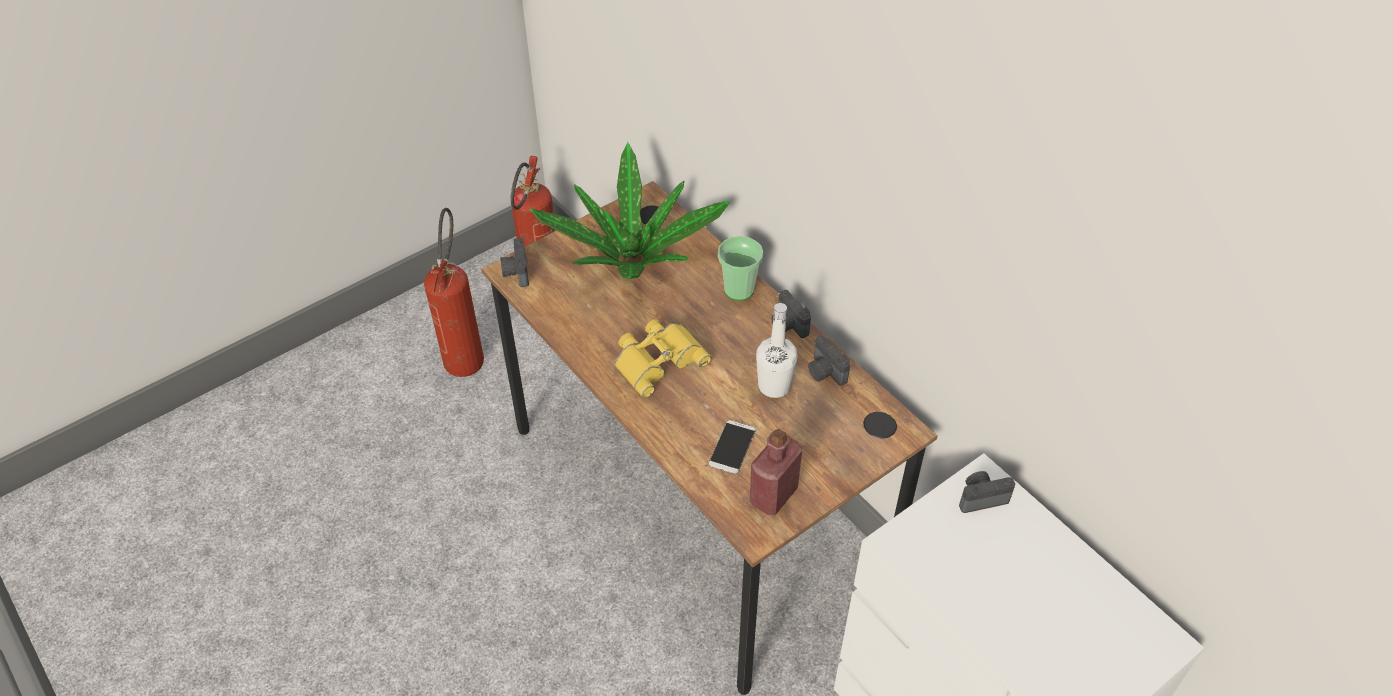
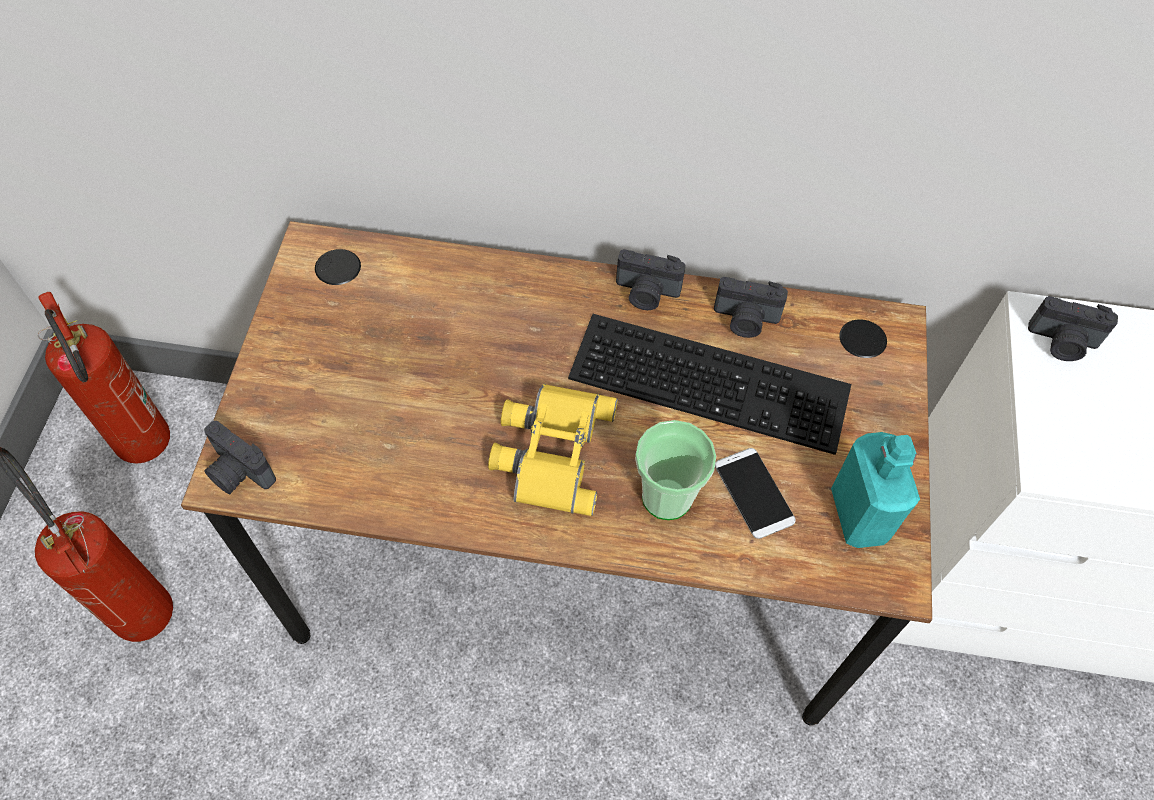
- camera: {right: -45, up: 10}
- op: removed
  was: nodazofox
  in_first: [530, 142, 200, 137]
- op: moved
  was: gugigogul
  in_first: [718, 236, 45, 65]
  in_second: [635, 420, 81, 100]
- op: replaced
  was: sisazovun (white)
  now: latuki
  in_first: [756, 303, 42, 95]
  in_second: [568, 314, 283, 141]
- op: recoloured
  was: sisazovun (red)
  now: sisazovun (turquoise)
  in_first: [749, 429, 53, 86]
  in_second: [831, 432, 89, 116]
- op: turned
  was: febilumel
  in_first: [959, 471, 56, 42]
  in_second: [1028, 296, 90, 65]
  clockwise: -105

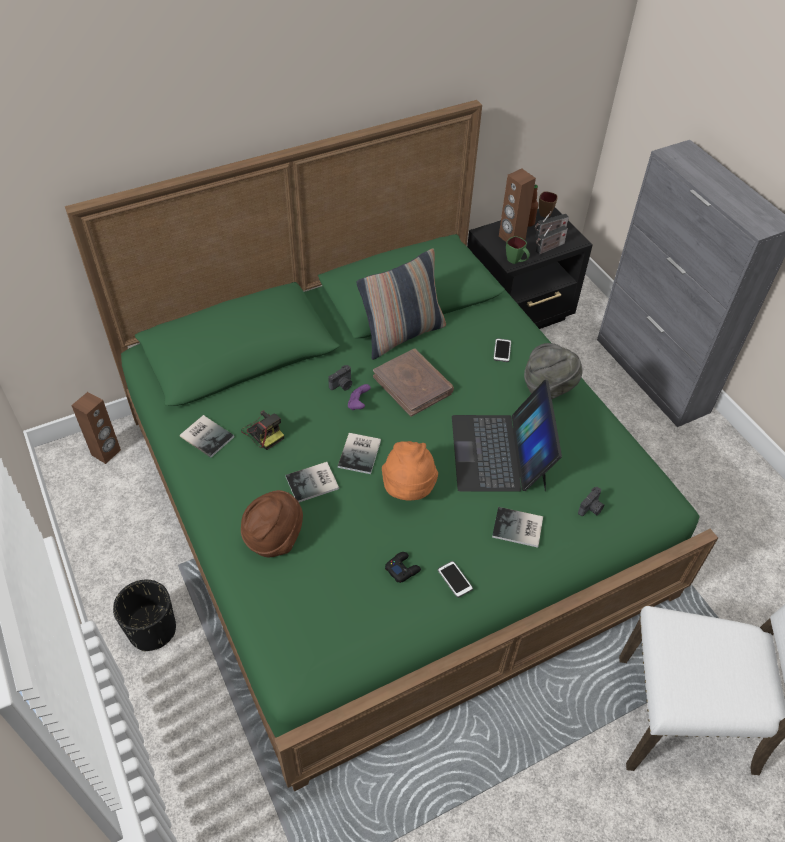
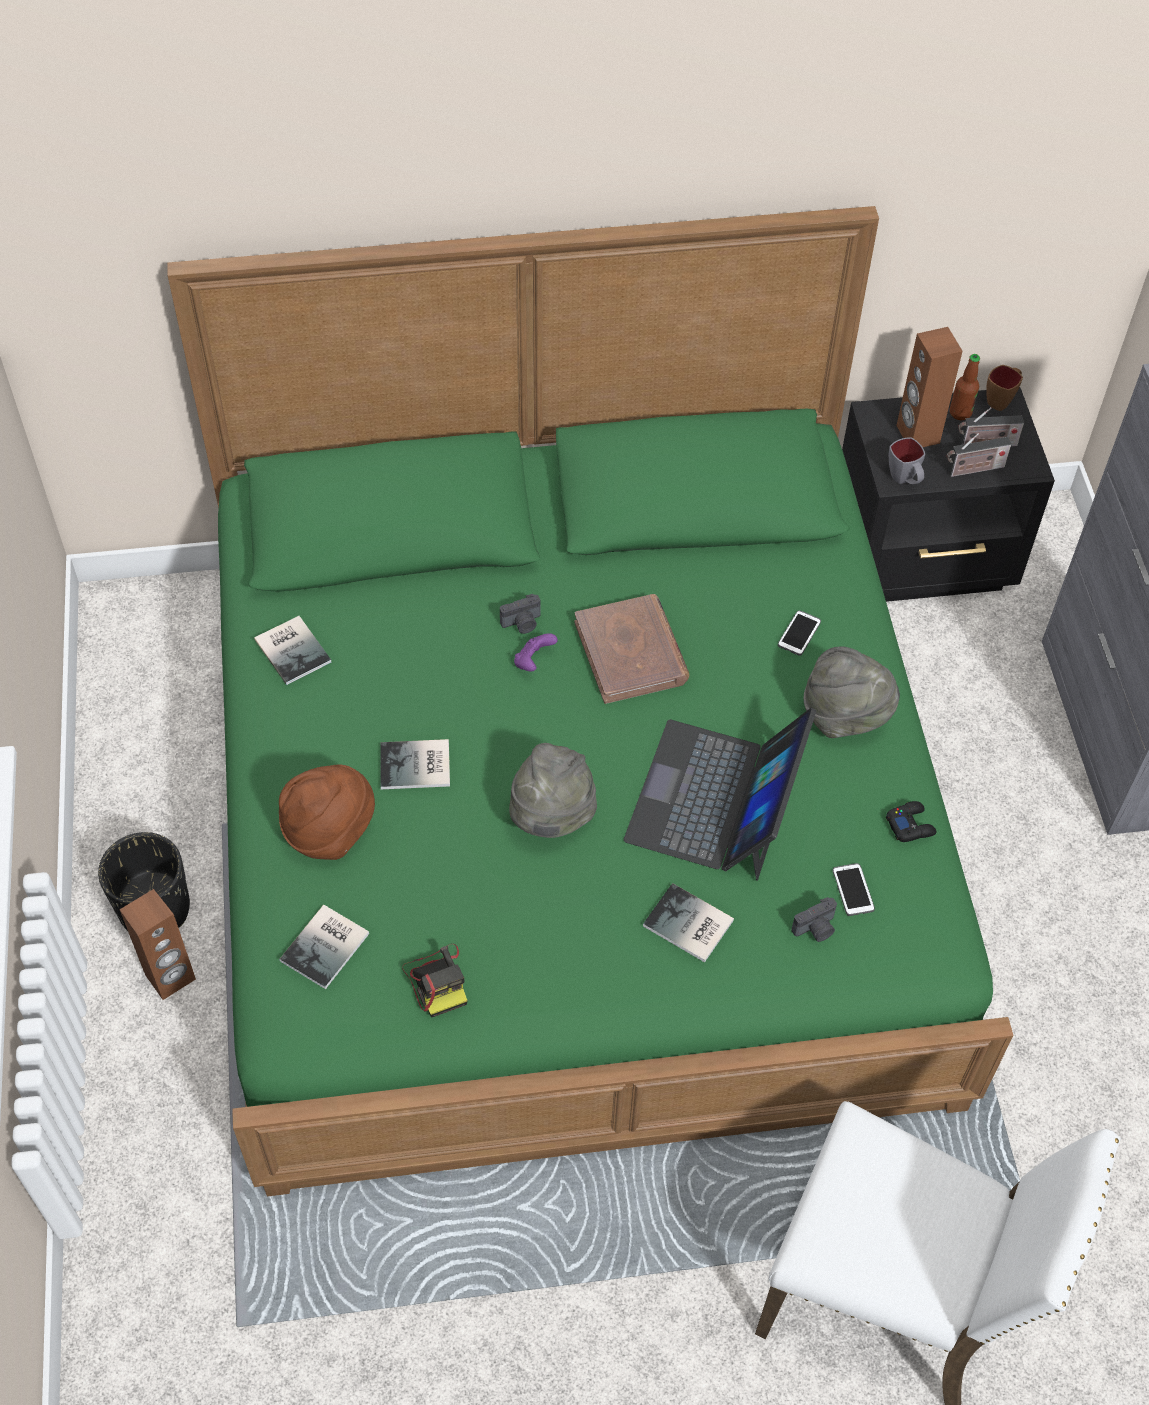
- camera: {right: 20, up: 5}
- op: removed
  was: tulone
  in_first: [357, 248, 89, 112]
- op: moved
  was: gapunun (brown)
  in_first: [71, 392, 50, 72]
  in_second: [119, 889, 77, 111]
- op: moved
  was: febilumel
  in_first: [241, 410, 43, 40]
  in_second: [402, 944, 66, 74]
- op: moved
  was: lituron
  in_first: [337, 433, 44, 41]
  in_second: [279, 905, 90, 84]
- op: moved
  was: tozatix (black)
  in_first: [385, 552, 36, 31]
  in_second: [886, 801, 51, 41]
- op: moved
  was: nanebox
  in_first: [438, 561, 35, 37]
  in_second: [833, 863, 42, 53]
- op: recoloured
  was: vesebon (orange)
  now: vesebon (grey)
  in_first: [382, 441, 56, 60]
  in_second: [509, 743, 88, 95]
- op: recoloured
  was: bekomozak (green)
  now: bekomozak (grey)
  in_first: [506, 236, 24, 28]
  in_second: [889, 437, 36, 47]

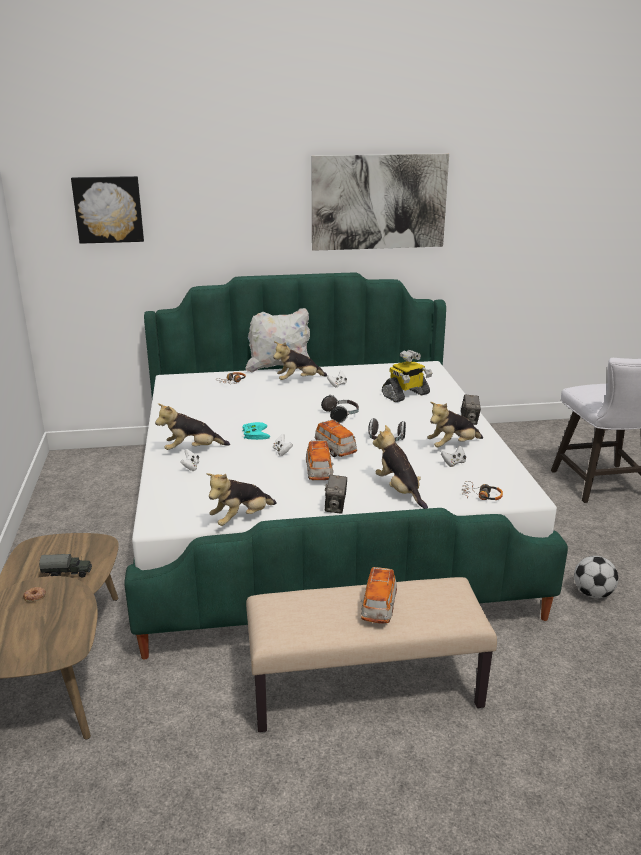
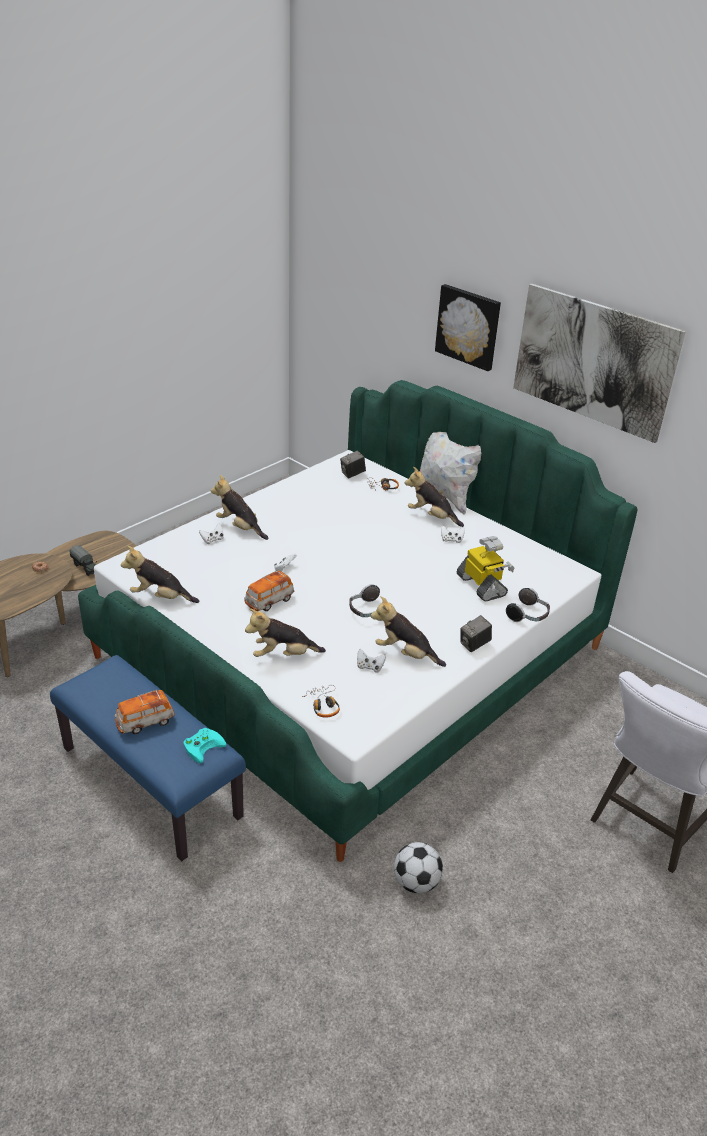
- camera: {right: 50, up: 10}
- op: removed
  was: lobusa
  in_first: [314, 419, 43, 38]
- op: moved
  was: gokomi
  in_first: [71, 176, 73, 68]
  in_second: [435, 284, 66, 87]
- op: moved
  was: tozatix (turquoise)
  in_first: [242, 422, 28, 18]
  in_second: [183, 728, 43, 35]
- op: moved
  was: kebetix
  in_first: [321, 395, 38, 28]
  in_second: [506, 588, 44, 34]
- op: moved
  was: febilumel
  in_first: [325, 475, 22, 39]
  in_second: [340, 450, 26, 29]
- op: recoloured
  was: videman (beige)
  now: videman (blue)
  in_first: [246, 577, 251, 155]
  in_second: [50, 655, 196, 206]
- op: turned
  was: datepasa
  in_first: [373, 425, 55, 84]
  in_second: [245, 608, 81, 49]
  clockwise: -120
- op: turned
  was: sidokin
  in_first: [382, 350, 50, 52]
  in_second: [457, 536, 58, 66]
  clockwise: -135

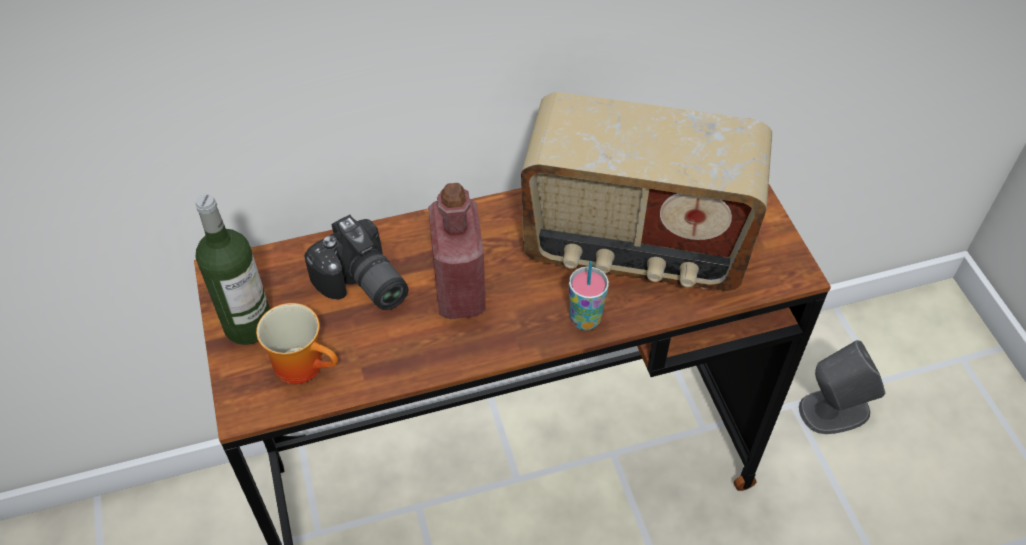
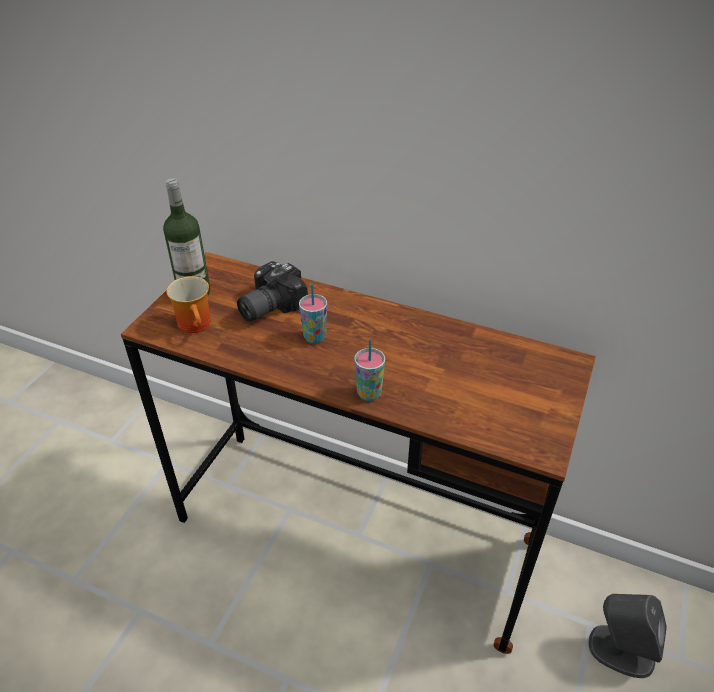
- camera: {right: 40, up: -10}
- op: removed
  was: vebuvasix
  in_first: [521, 92, 251, 199]
- op: replaced
  was: sisazovun (red)
  now: gugigogul
  in_first: [428, 183, 58, 136]
  in_second: [299, 284, 28, 60]
- op: turned
  was: febilumel
  in_first: [304, 215, 104, 95]
  in_second: [237, 261, 71, 61]
  clockwise: 45

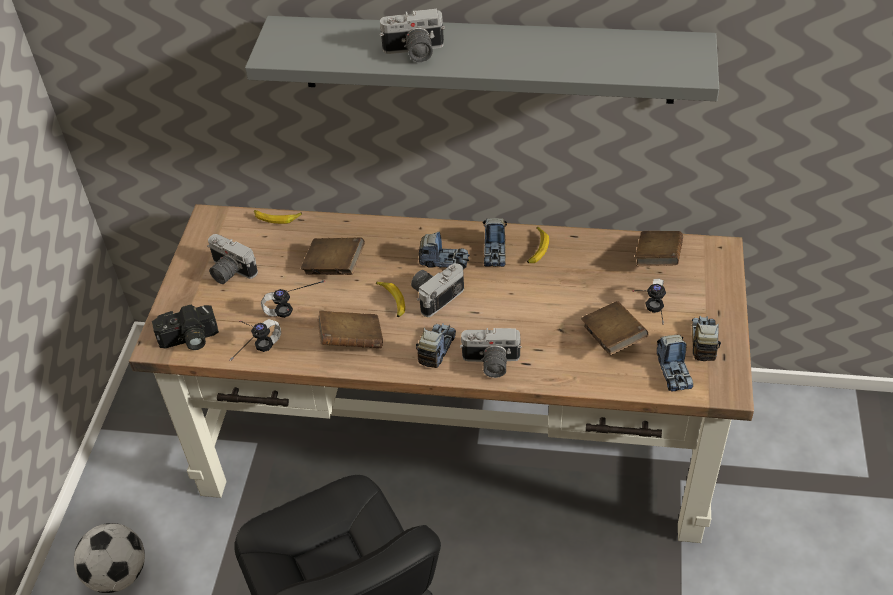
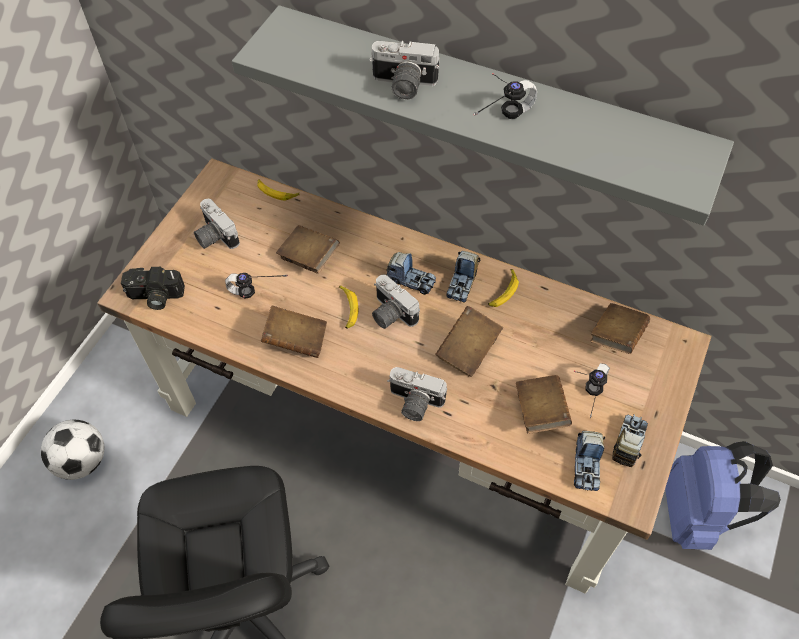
- camera: {right: 15, up: 10}
- op: removed
  was: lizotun
  in_first: [416, 323, 40, 45]
- op: added
  now: lituron (brown)
  in_second: [435, 306, 68, 71]
- op: added
  now: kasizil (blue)
  in_second: [665, 441, 116, 109]
- op: moved
  was: kebetix
  in_first: [229, 319, 52, 42]
  in_second: [473, 73, 64, 46]
- op: turned
  was: febilumel
  in_first: [411, 263, 53, 54]
  in_second: [372, 275, 48, 54]
  clockwise: -105

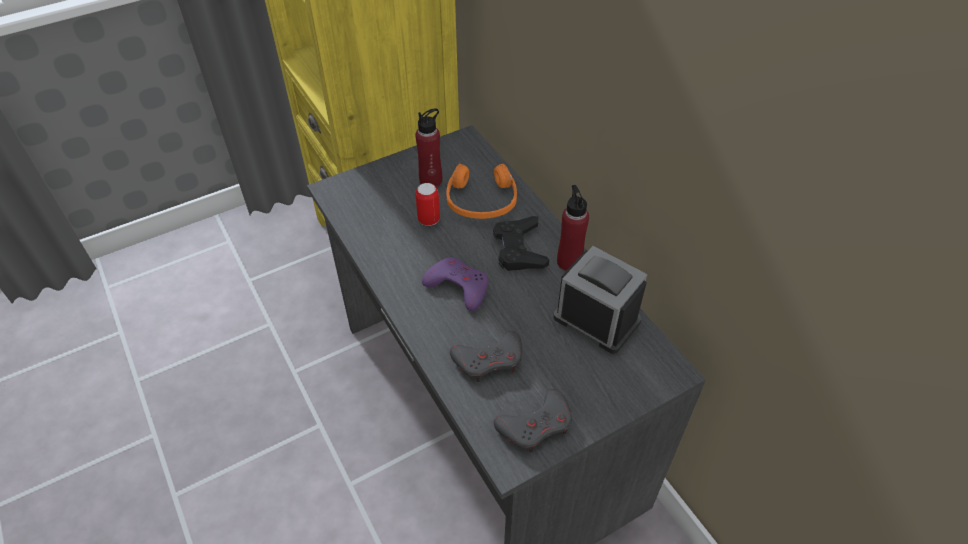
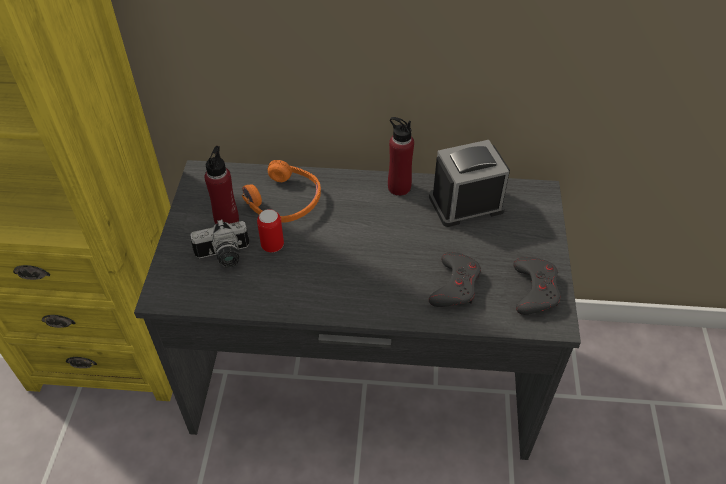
- camera: {right: -55, up: 0}
- op: removed
  was: tozatix (purple)
  in_first: [422, 257, 66, 54]
- op: removed
  was: tozatix (black)
  in_first: [493, 216, 56, 55]
- op: added
  now: febilumel
  in_second: [190, 219, 59, 49]

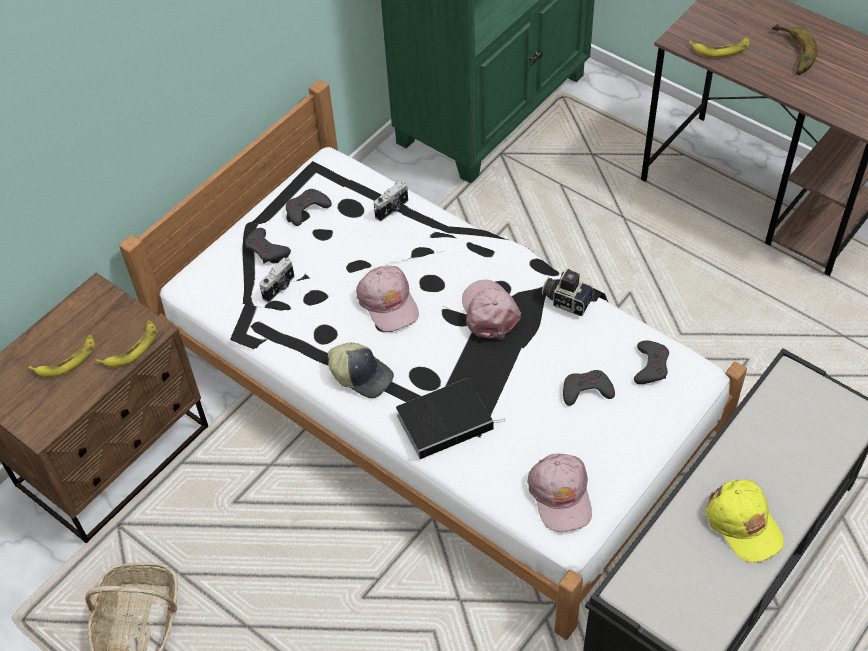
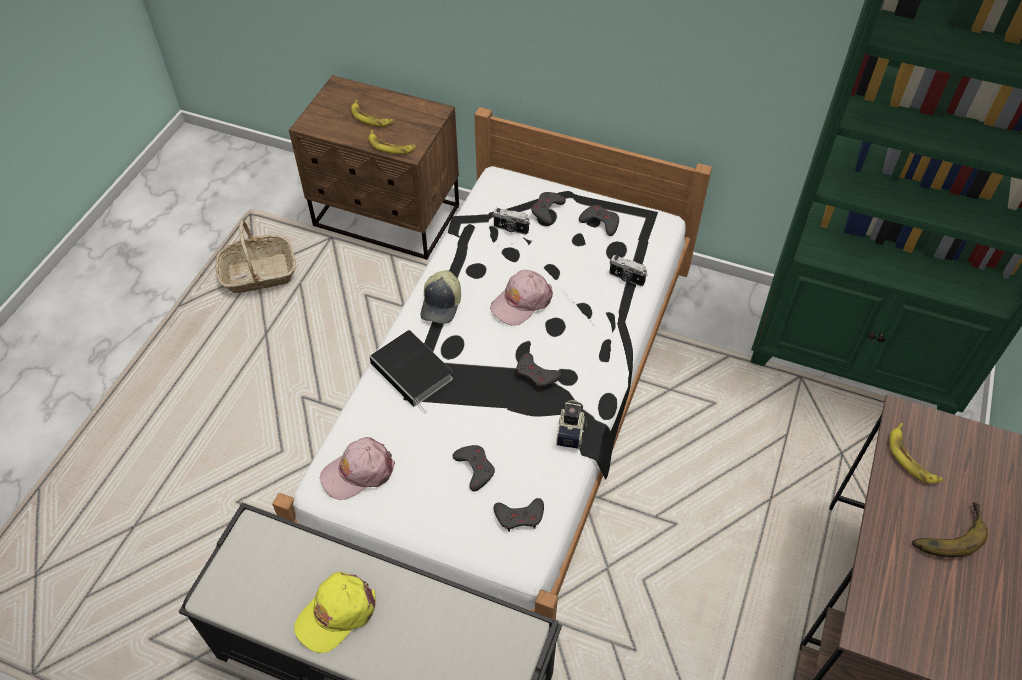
- camera: {right: 70, up: 0}
- op: replaced
  was: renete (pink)
  now: tozatix (grey)
  in_first: [462, 280, 59, 59]
  in_second: [517, 353, 45, 36]

